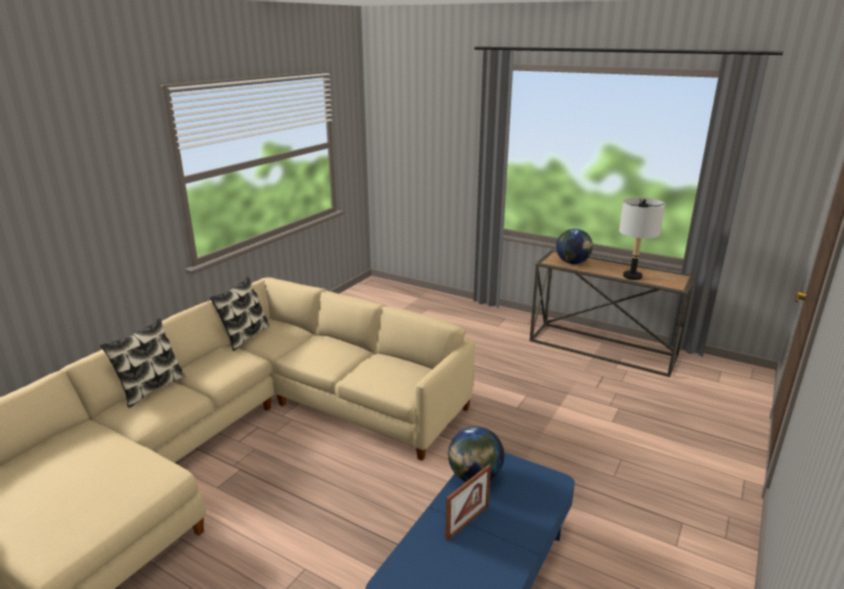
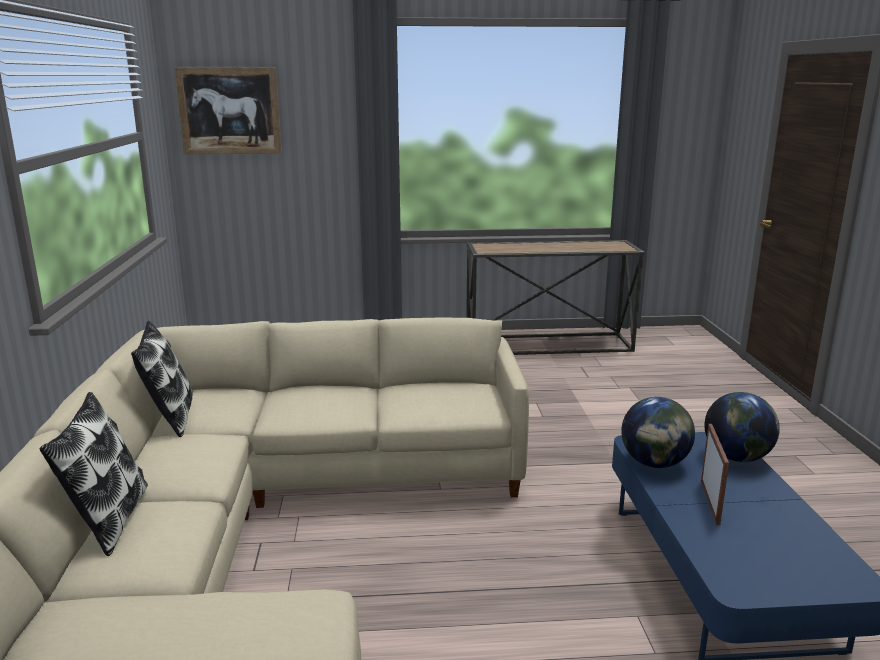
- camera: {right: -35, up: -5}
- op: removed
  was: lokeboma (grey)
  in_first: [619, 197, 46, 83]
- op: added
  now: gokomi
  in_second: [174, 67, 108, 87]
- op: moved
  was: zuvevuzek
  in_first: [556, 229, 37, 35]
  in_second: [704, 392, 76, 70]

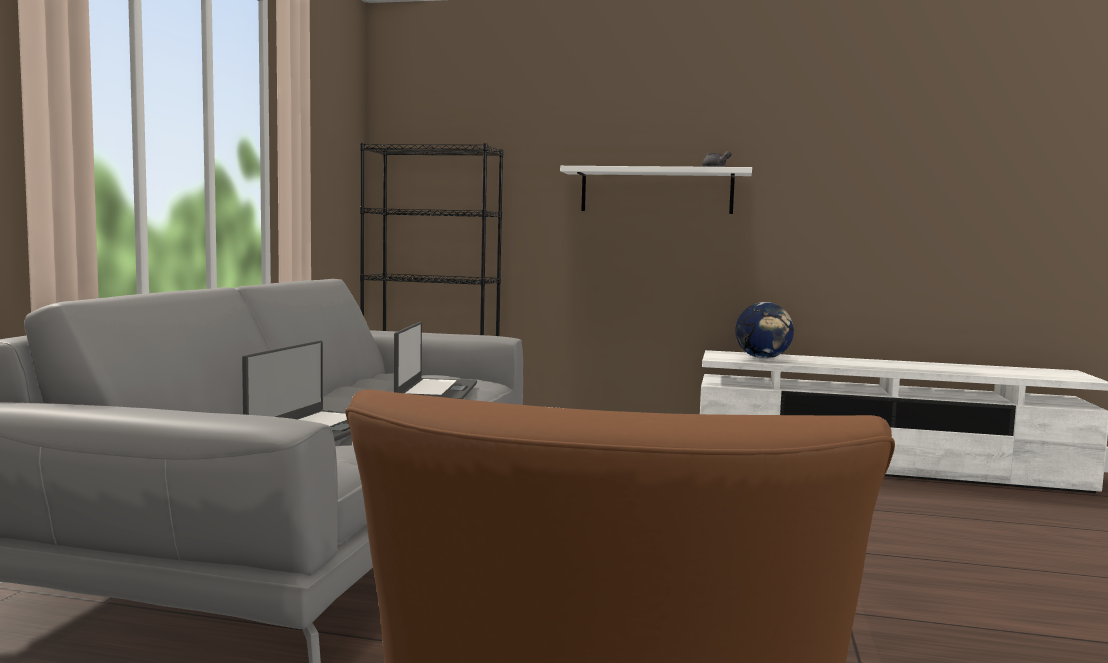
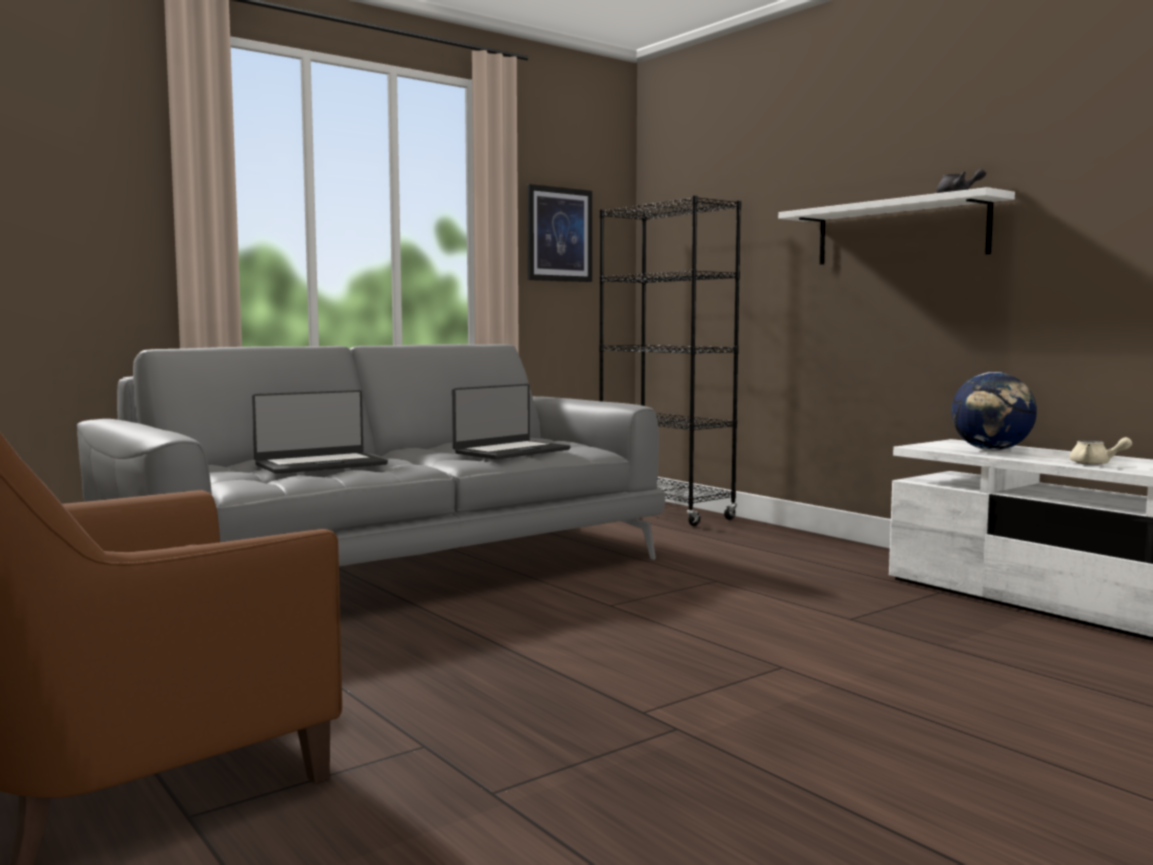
- camera: {right: 40, up: 0}
- op: added
  now: gokomi
  in_second: [527, 184, 65, 98]
- op: added
  now: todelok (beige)
  in_second: [1070, 437, 62, 28]

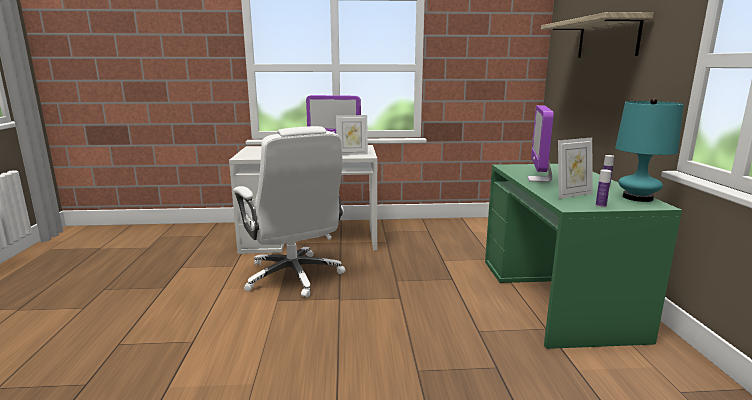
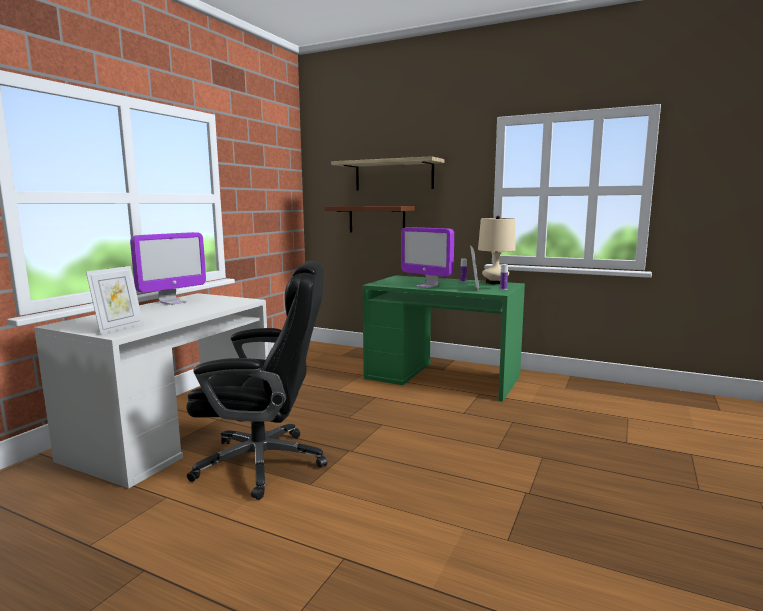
- camera: {right: -60, up: -5}
- op: added
  now: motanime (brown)
  in_second: [324, 206, 91, 27]
- op: moved
  was: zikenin
  in_first: [336, 115, 32, 40]
  in_second: [86, 266, 57, 68]
- op: recoloured
  was: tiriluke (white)
  now: tiriluke (black)
  in_first: [233, 126, 113, 171]
  in_second: [187, 261, 140, 239]
- op: recoloured
  was: lokeboma (turquoise)
  now: lokeboma (beige)
  in_first: [615, 98, 69, 104]
  in_second: [478, 216, 38, 69]

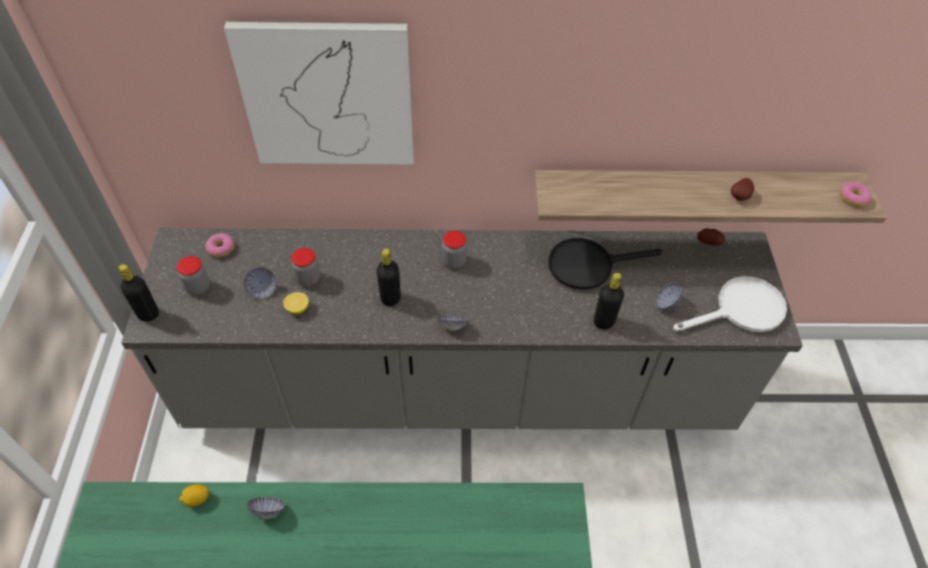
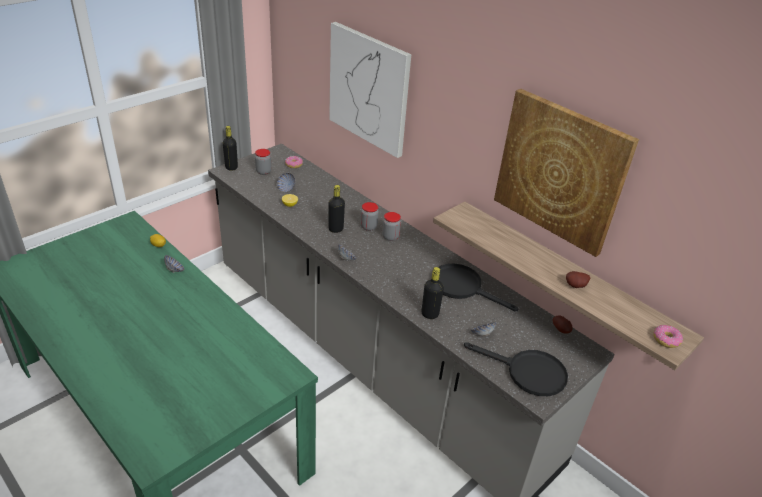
- camera: {right: 45, up: -15}
- op: added
  now: gokomi
  in_second: [494, 89, 145, 168]
- op: moved
  was: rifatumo
  in_first: [291, 248, 29, 39]
  in_second: [361, 202, 18, 29]
- op: recoloured
  was: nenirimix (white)
  now: nenirimix (black)
  in_first: [673, 276, 114, 56]
  in_second: [464, 342, 104, 54]

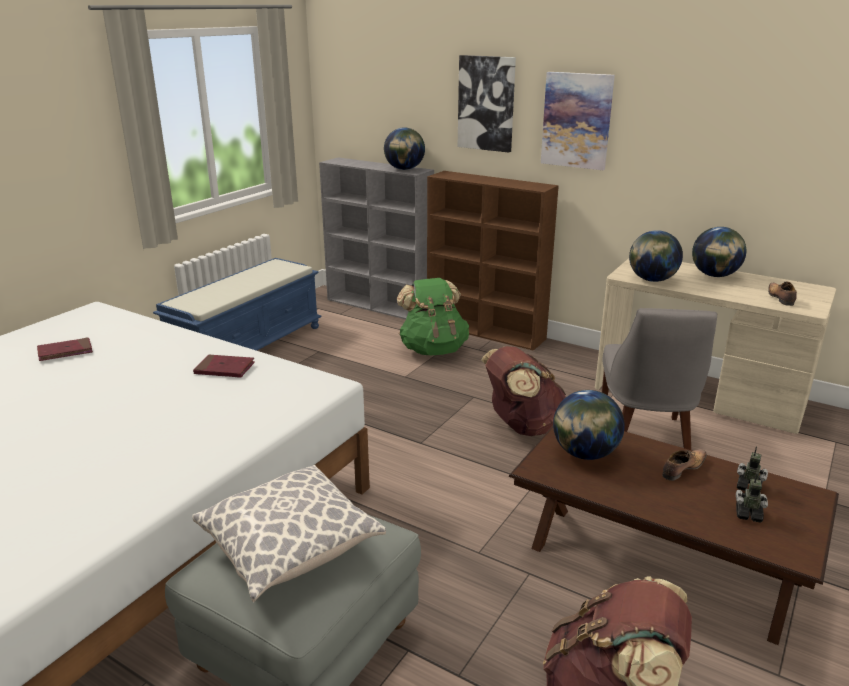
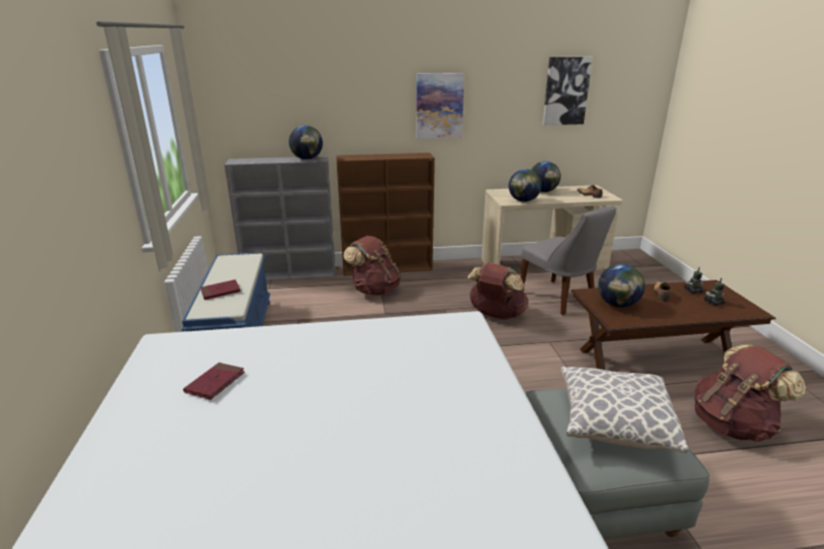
- camera: {right: -40, up: 0}
- op: moved
  was: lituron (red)
  in_first: [193, 355, 62, 23]
  in_second: [200, 280, 41, 20]
- op: moved
  was: gokomi
  in_first: [458, 55, 58, 98]
  in_second: [543, 57, 50, 68]
- op: recoloured
  was: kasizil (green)
  now: kasizil (brown)
  in_first: [397, 278, 72, 78]
  in_second: [343, 236, 58, 59]

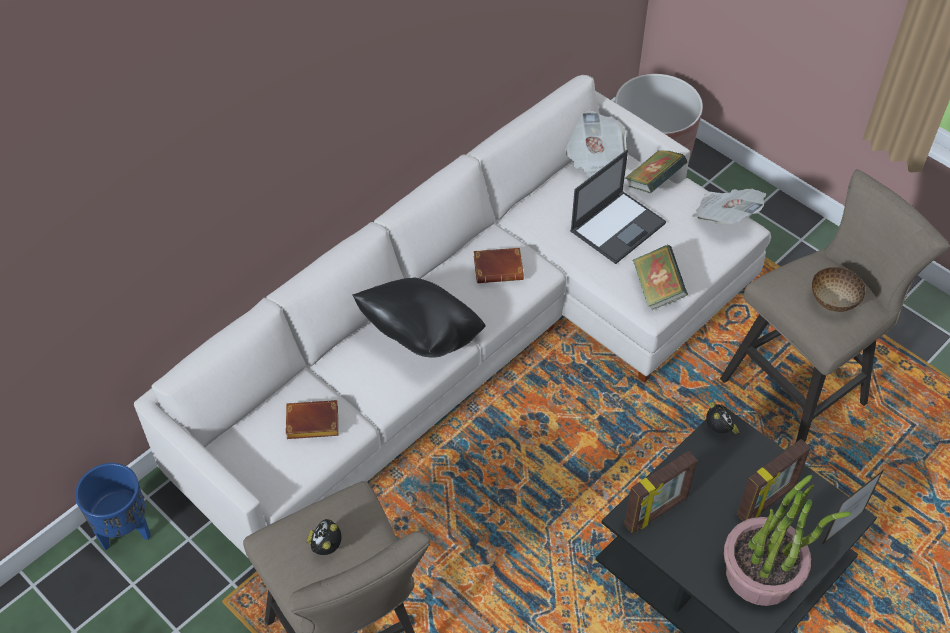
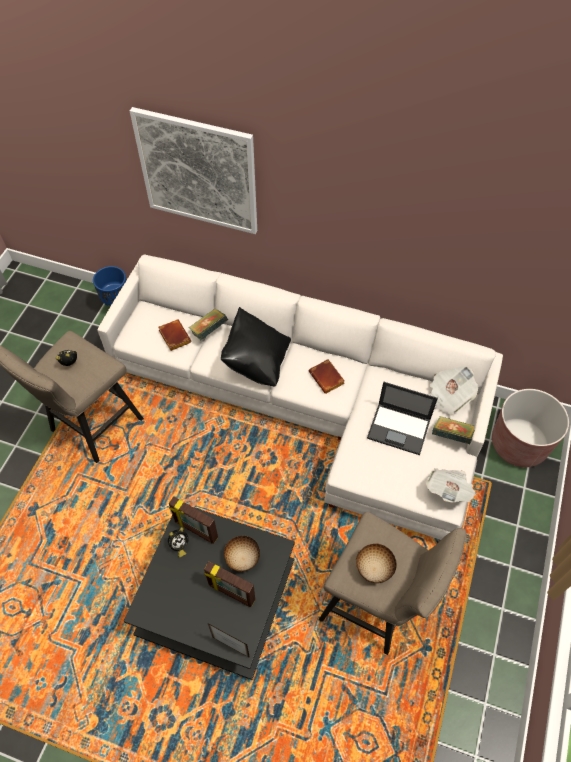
- camera: {right: 65, up: 5}
- op: removed
  was: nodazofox
  in_first: [724, 475, 127, 131]
- op: added
  now: gokomi
  in_second: [130, 107, 127, 127]
- op: added
  now: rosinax
  in_second: [224, 536, 36, 35]
- op: moved
  was: lituron
  in_first: [633, 245, 55, 65]
  in_second: [189, 309, 39, 31]
- op: moved
  was: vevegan
  in_first: [706, 402, 33, 32]
  in_second: [168, 527, 21, 30]

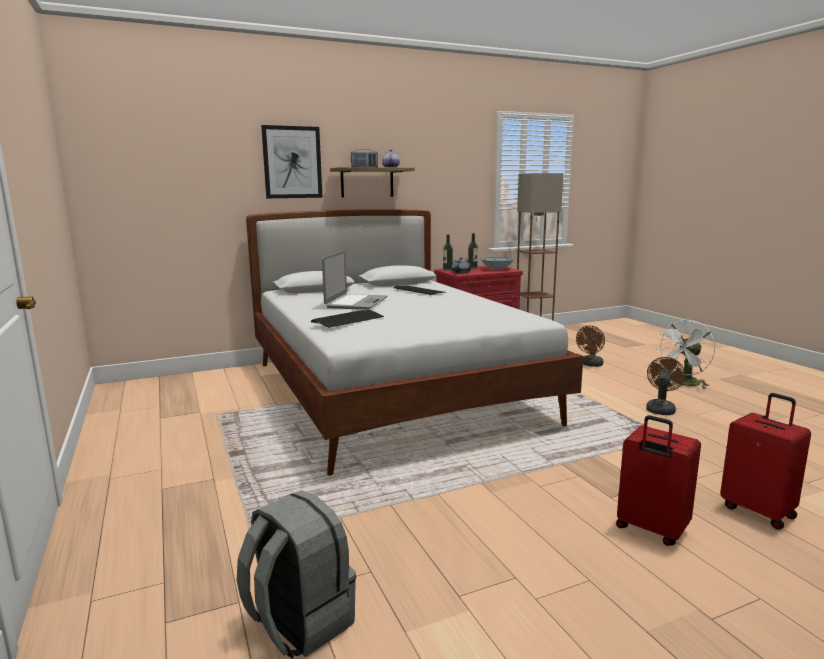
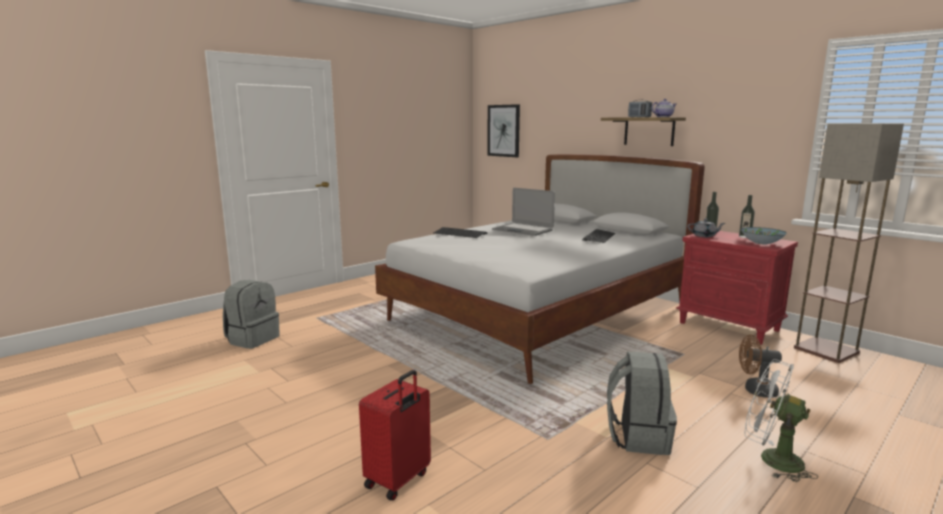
- camera: {right: 70, up: 0}
- op: removed
  was: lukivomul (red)
  in_first: [616, 415, 85, 131]
- op: moved
  was: gokomi
  in_first: [261, 125, 61, 73]
  in_second: [487, 104, 33, 53]
- op: replaced
  was: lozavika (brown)
  now: kasizil (grey)
  in_first: [646, 357, 39, 58]
  in_second: [607, 351, 70, 104]
- op: turned
  was: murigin
  in_first: [322, 251, 66, 59]
  in_second: [492, 188, 63, 48]
  clockwise: 45

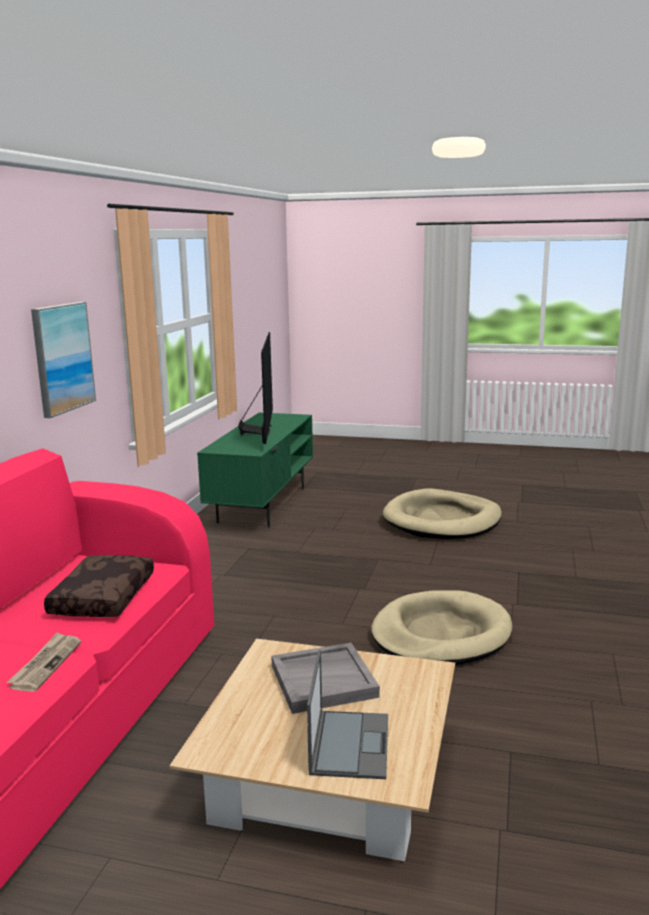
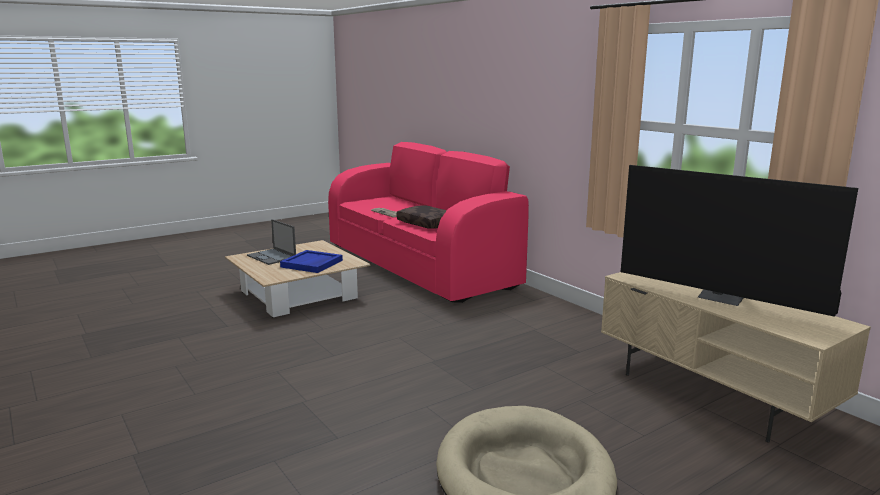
- camera: {right: 130, up: 0}
- op: removed
  was: gokomi
  in_first: [31, 302, 65, 116]
- op: removed
  was: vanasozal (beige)
  in_first: [371, 590, 141, 75]
- op: recoloured
  was: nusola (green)
  now: nusola (beige)
  in_first: [197, 413, 116, 114]
  in_second: [601, 272, 270, 171]
- op: recoloured
  was: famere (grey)
  now: famere (blue)
  in_first: [271, 643, 109, 71]
  in_second: [280, 250, 63, 23]

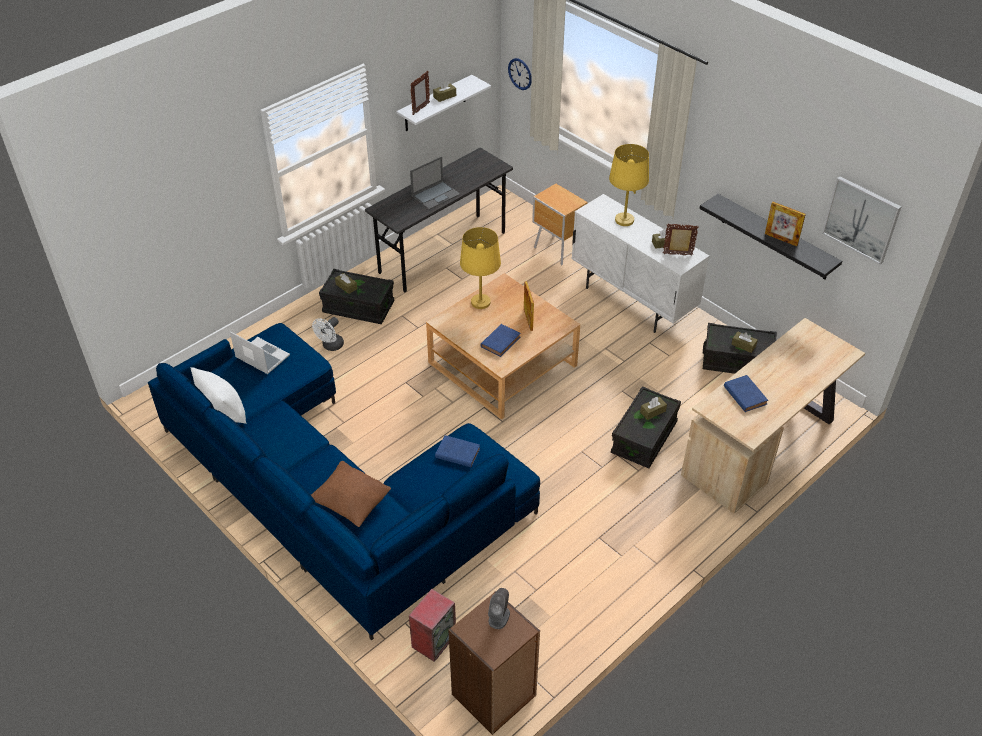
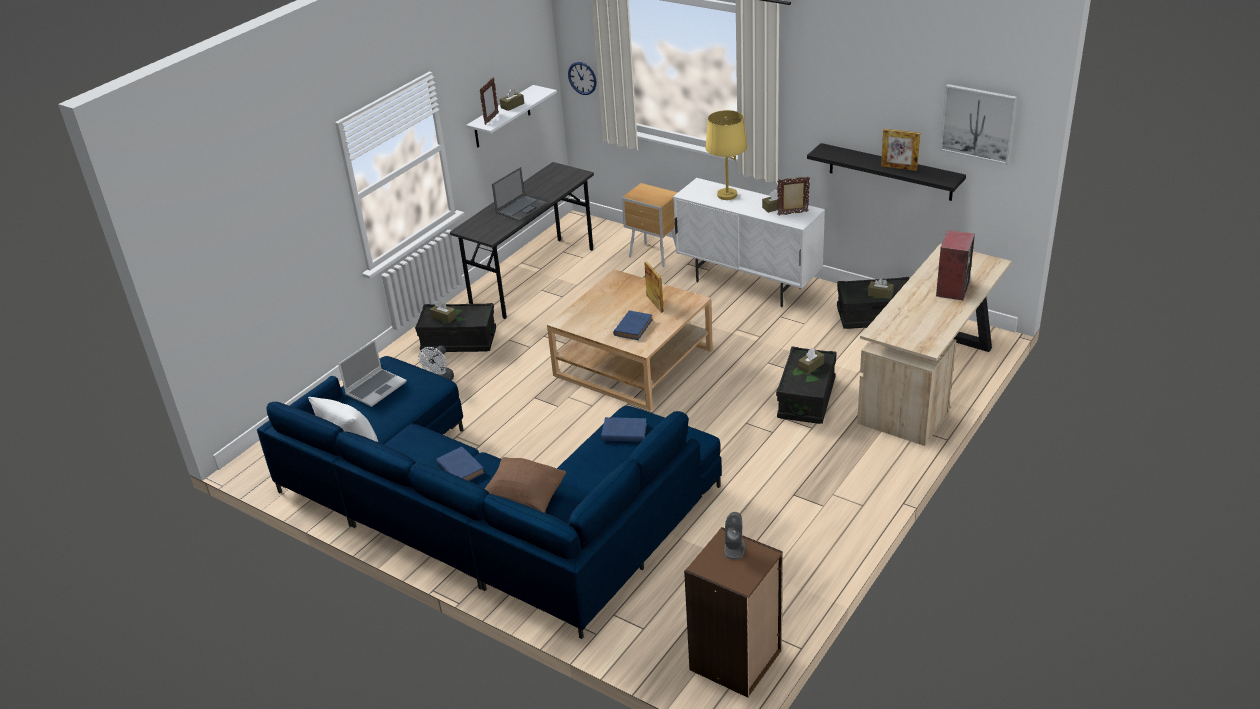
- camera: {right: -10, up: -10}
- op: removed
  was: lokeboma (yellow)
  in_first: [460, 227, 41, 82]
- op: moved
  was: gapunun
  in_first: [409, 589, 47, 73]
  in_second: [936, 230, 39, 70]
- op: moved
  was: lituron (blue)
  in_first: [724, 375, 44, 37]
  in_second: [436, 447, 49, 34]
- op: turned
  was: murigin
  in_first: [230, 331, 60, 43]
  in_second: [338, 339, 69, 68]
  clockwise: 105

